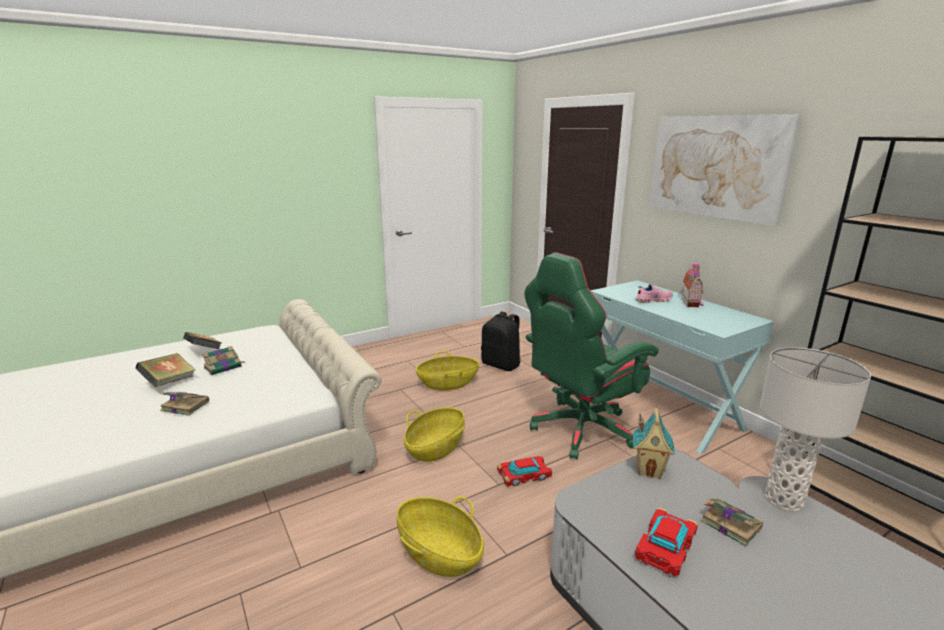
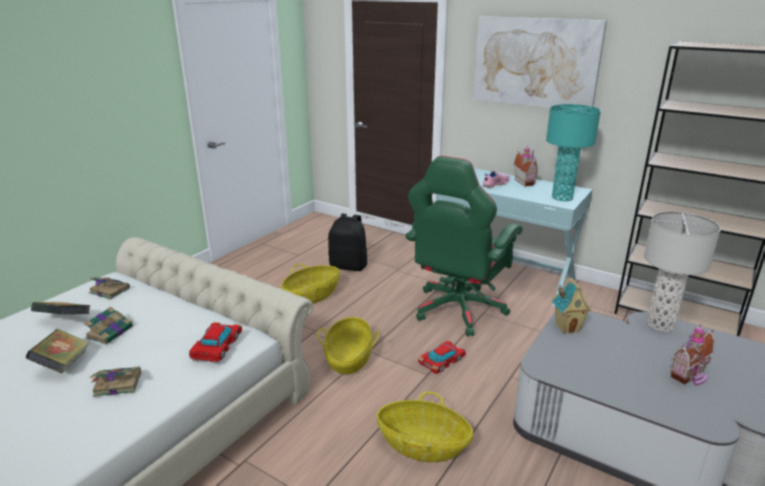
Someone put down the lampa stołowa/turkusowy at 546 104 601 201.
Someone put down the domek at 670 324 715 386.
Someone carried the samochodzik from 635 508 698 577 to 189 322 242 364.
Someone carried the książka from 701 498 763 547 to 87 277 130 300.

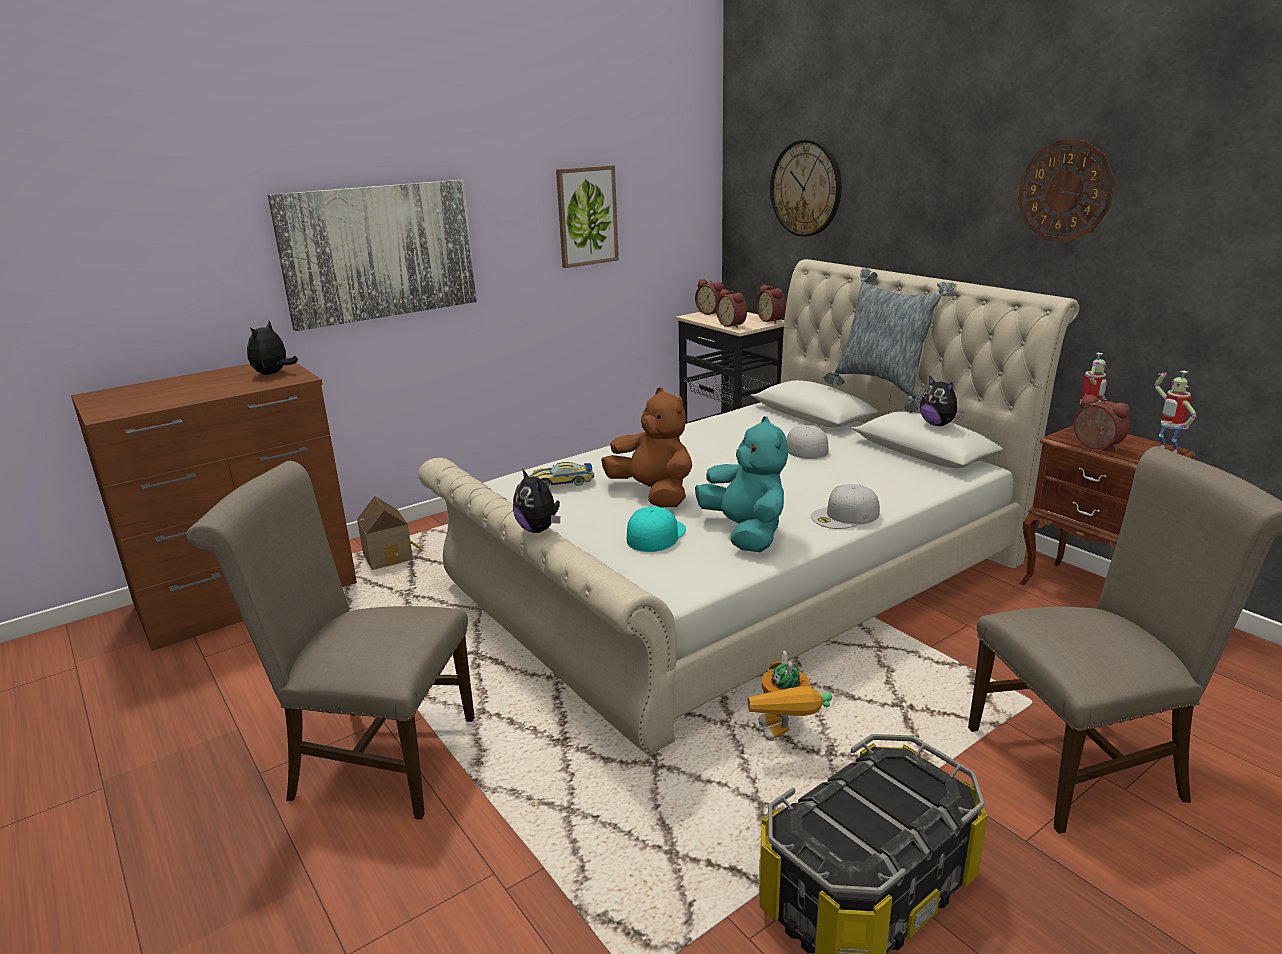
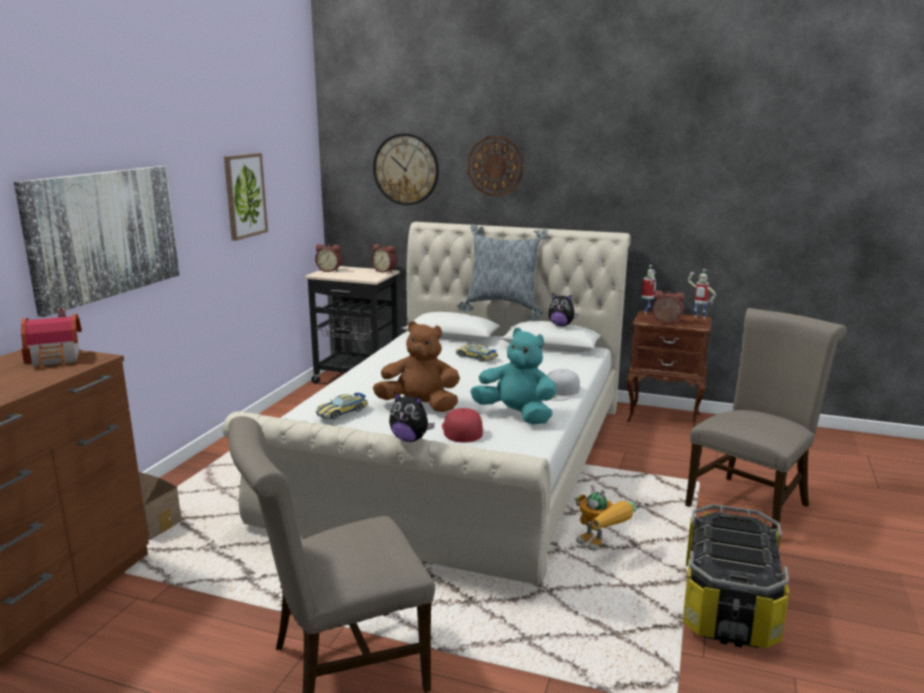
Someone took away the budzik at 716 289 747 328.
Someone carried the zegar ścienny from 1018 140 1115 242 to 467 136 524 196.
Someone swapped the pluszak at 247 321 298 375 for the domek at 21 308 82 369.
Someone swapped the czapka z daszkiem/biały at 786 425 828 459 for the samochodzik at 456 344 498 362.
Someone repainted the czapka z daszkiem/turkusowy at 627 507 686 552, which became the czapka z daszkiem/czerwony at 442 408 483 442.

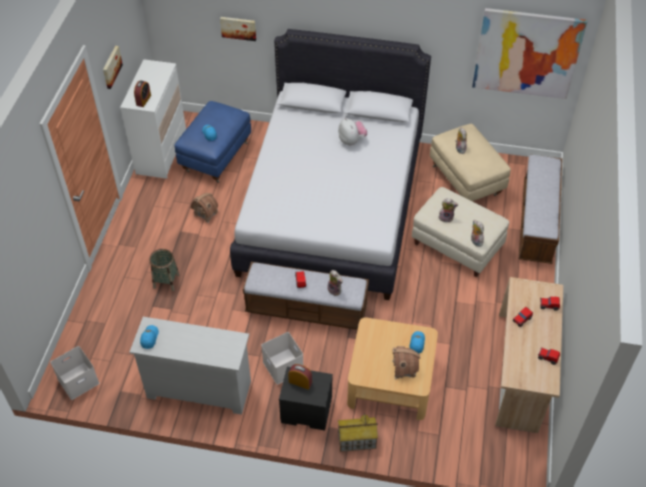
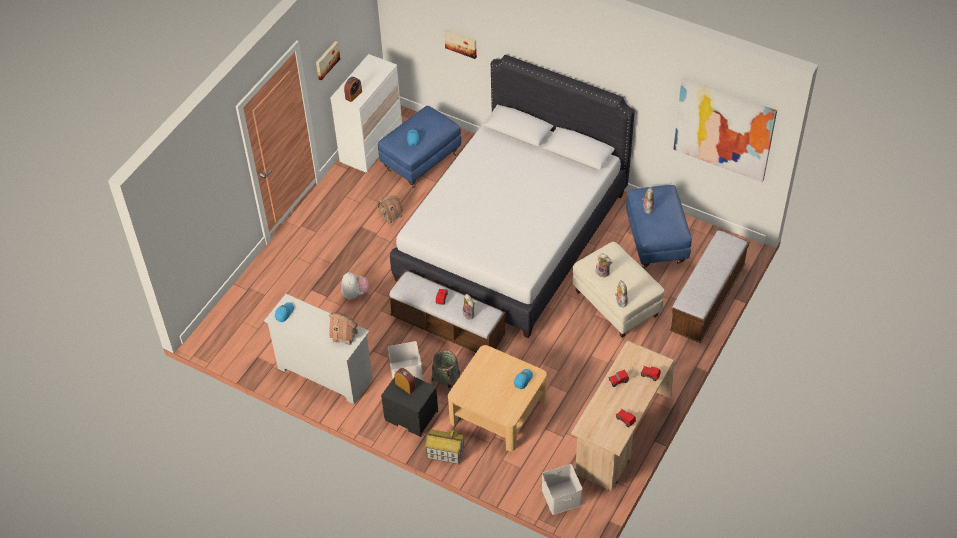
Someone carried the pojemnik do przechowywania/biały from 50 346 99 400 to 542 464 583 515.
Someone carried the koszyk from 149 249 179 291 to 432 350 460 393.
Someone carried the pluszak from 338 118 367 146 to 341 272 369 299.
Someone carried the domek from 392 346 421 379 to 329 311 358 345.
Someone repainted the pufa/beżowy at 430 124 511 201, which became the pufa/niebieski at 626 185 692 268.

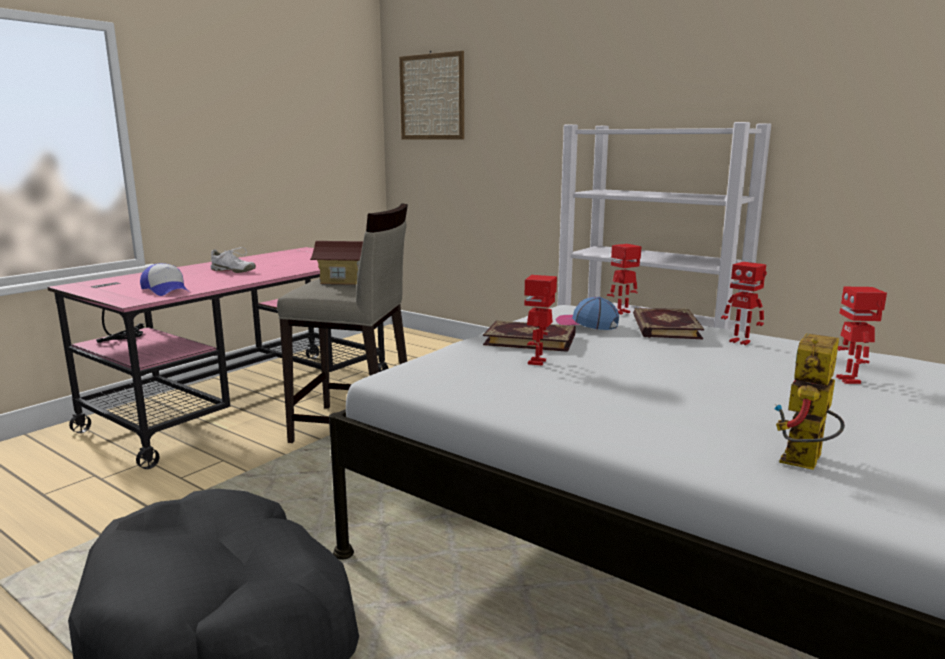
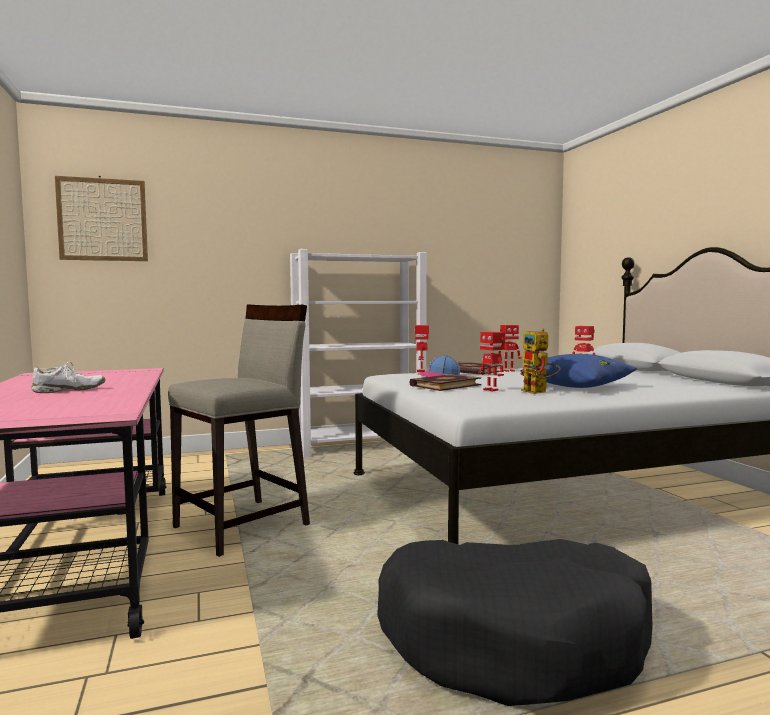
Someone took away the czapka z daszkiem at 140 263 188 296.
Someone took away the domek at 310 241 363 285.
Someone put down the poduszka/niebieski at 521 354 637 388.
Someone carried the robot zabawkowy from 774 333 845 470 to 520 329 561 394.

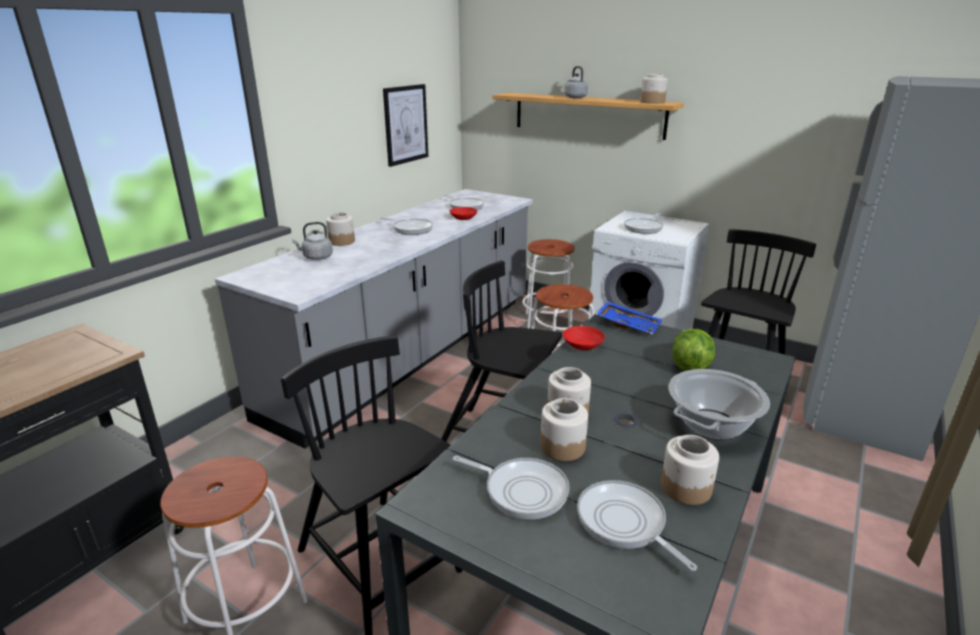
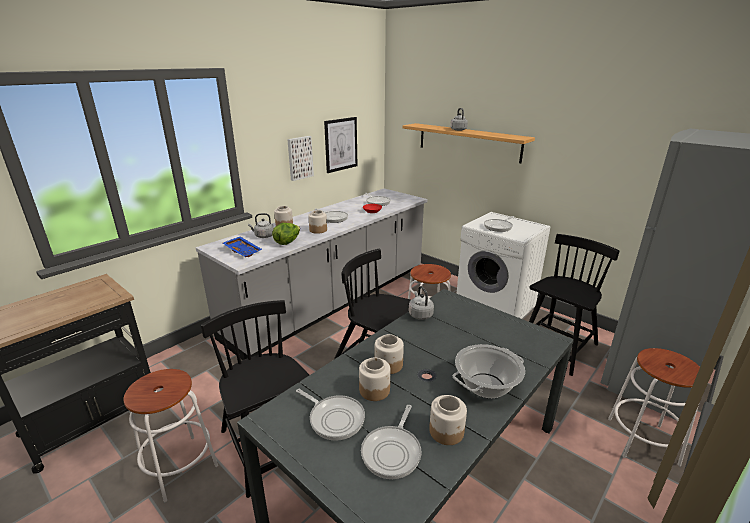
Someone put up the obraz at 287 136 314 181.
Someone carried the stołek/biały from 522 239 574 328 to 608 348 700 466.
Someone carried the taca/niebieski from 596 301 662 334 to 223 236 262 257.
Someone carried the słoik from 641 74 668 104 to 308 210 327 234.
Someone carried the sałata from 673 329 715 371 to 272 223 300 245.
Someone swapped the miska/czerwony at 563 326 605 350 for the czajnik/szary at 408 286 434 320.
Someone rotated the patelnia at 577 480 697 571 by 135 degrees counterclockwise.

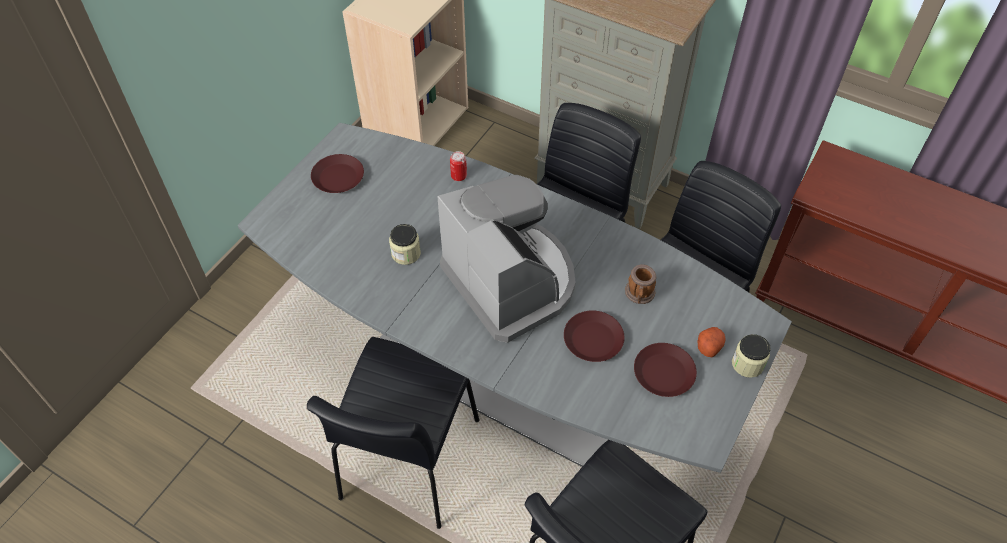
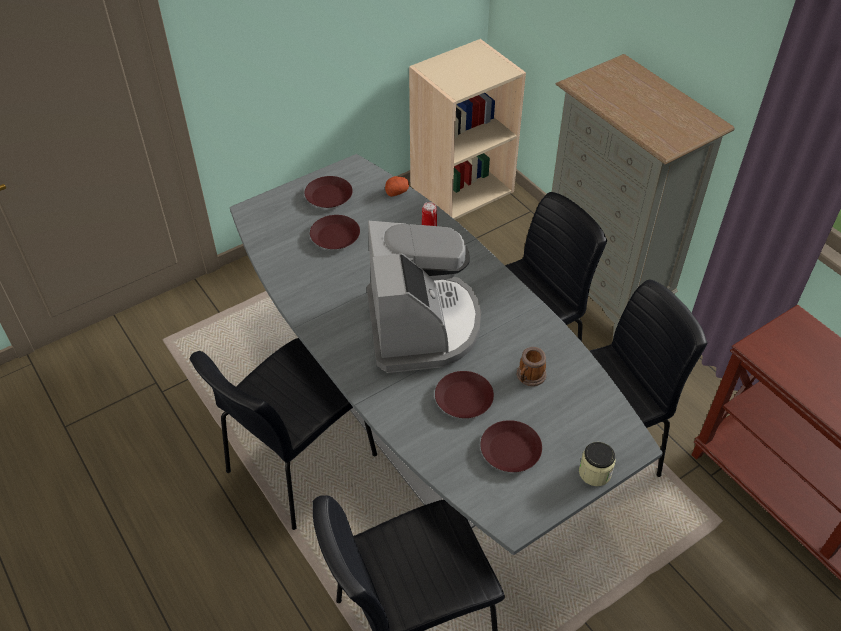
Someone took away the słoik at 389 224 421 265.
Someone put down the talerz/brązowy at 310 215 360 249.
Someone carried the ziemniak from 698 327 726 357 to 385 176 409 197.

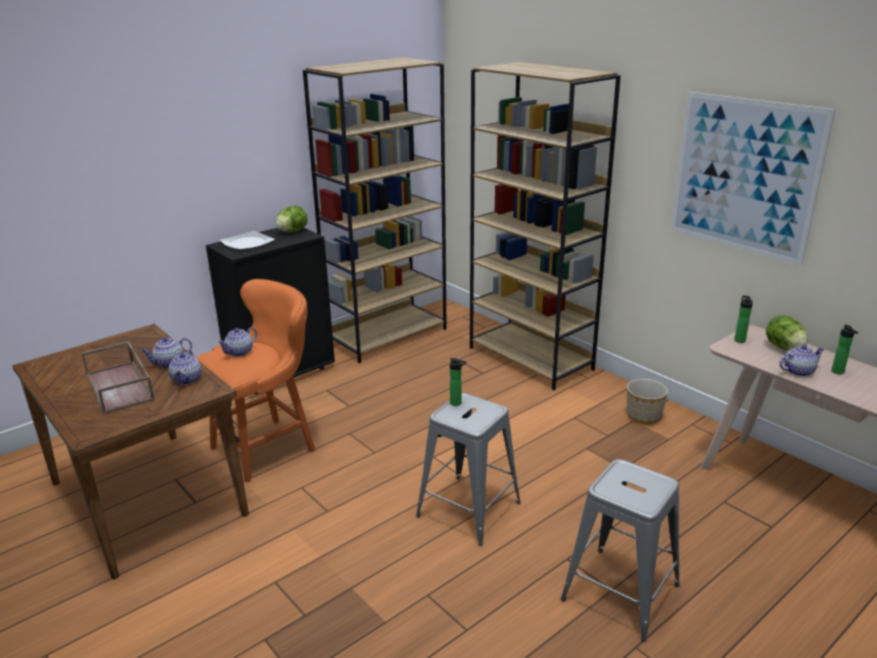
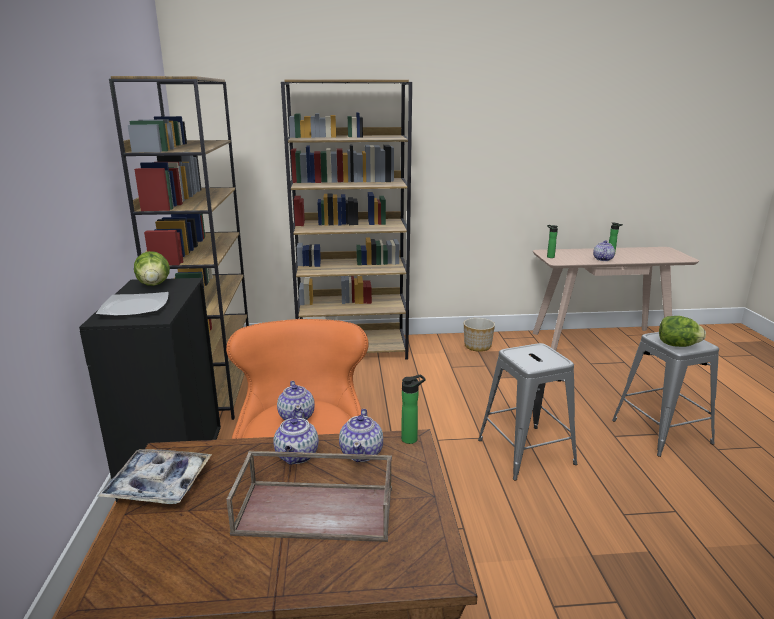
Someone took away the obraz at 671 92 835 266.
Someone put down the taca at 97 449 212 504.
Someone carried the butelka from 450 358 466 406 to 401 374 426 444.
Someone carried the sałata from 766 315 808 350 to 659 316 706 347.
Someone rotated the imbryk at 168 349 201 385 by 60 degrees clockwise.

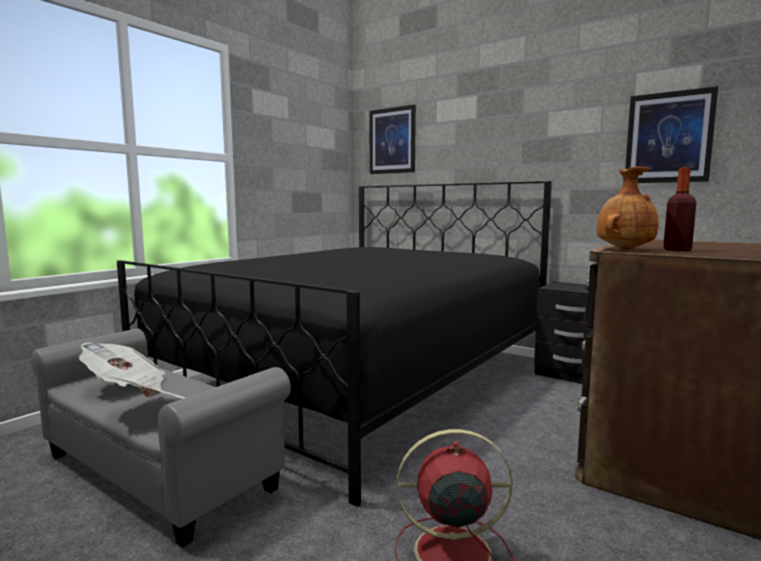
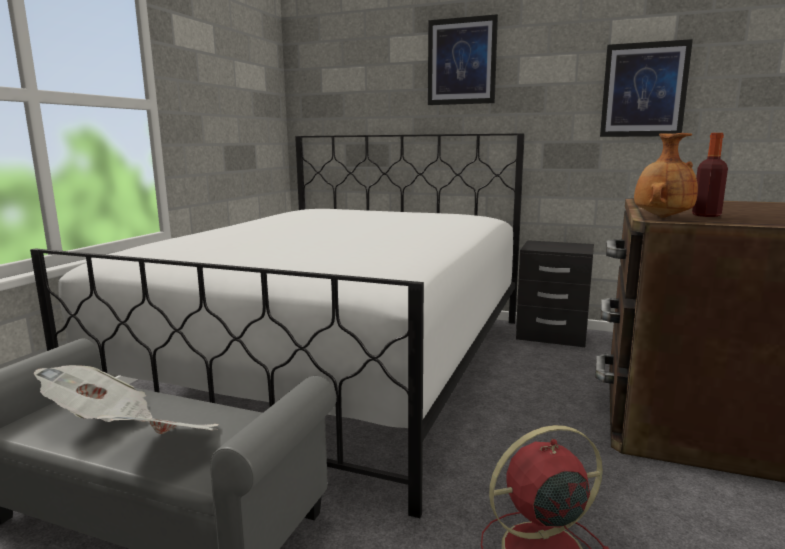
Someone carried the obraz from 370 105 416 174 to 428 14 498 105.
Someone repainted the łóżko/czarny at 117 181 552 507, which became the łóżko/biały at 30 133 525 518.

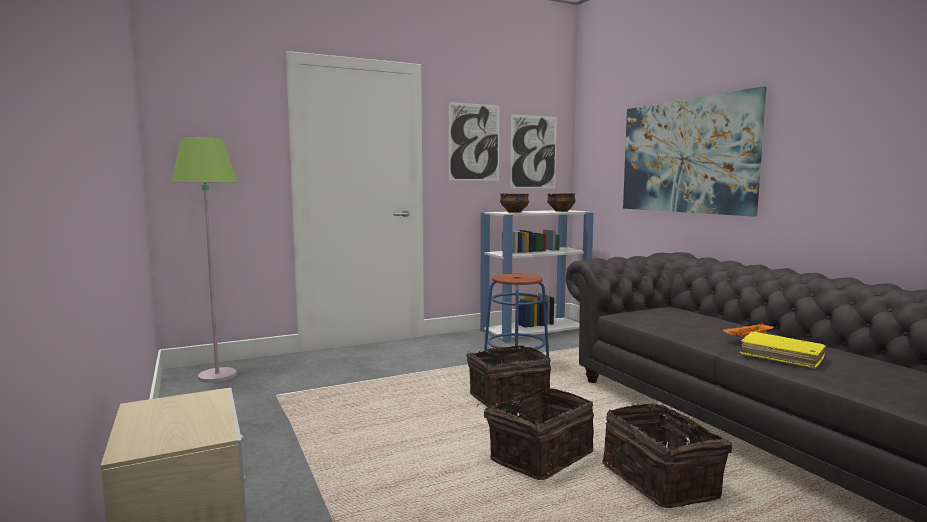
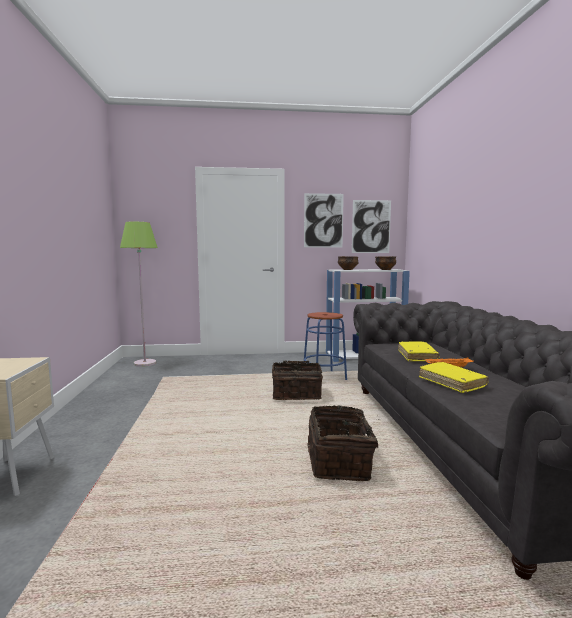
Someone took away the koszyk at 478 388 594 480.
Someone took away the obraz at 623 86 767 216.
Someone put down the książka/żółty at 398 341 439 361.

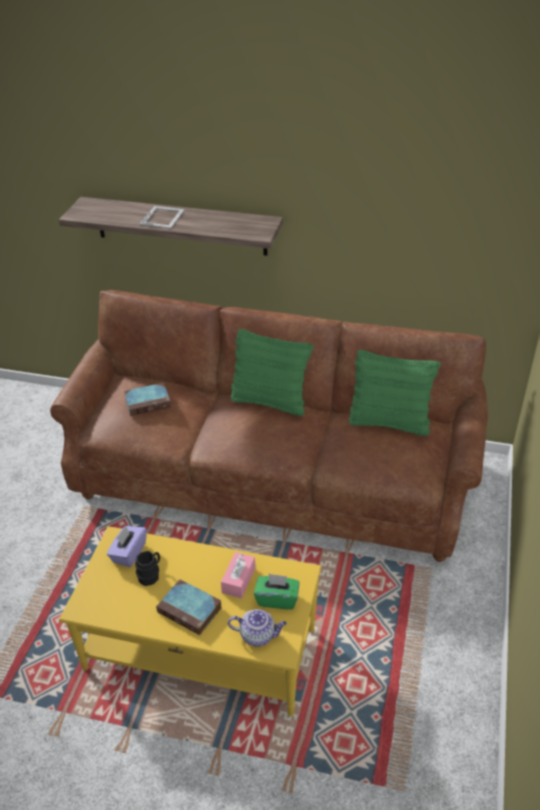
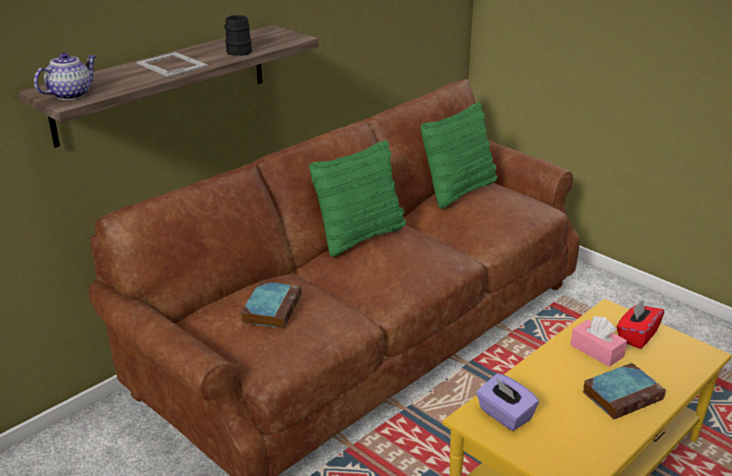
Someone carried the kubek/czarny from 135 551 160 586 to 224 15 252 56.
Someone carried the imbryk from 228 609 287 646 to 34 53 96 100.
Someone repainted the pudełko chusteczek/zielony at 254 574 300 610, which became the pudełko chusteczek/czerwony at 617 300 664 349.

